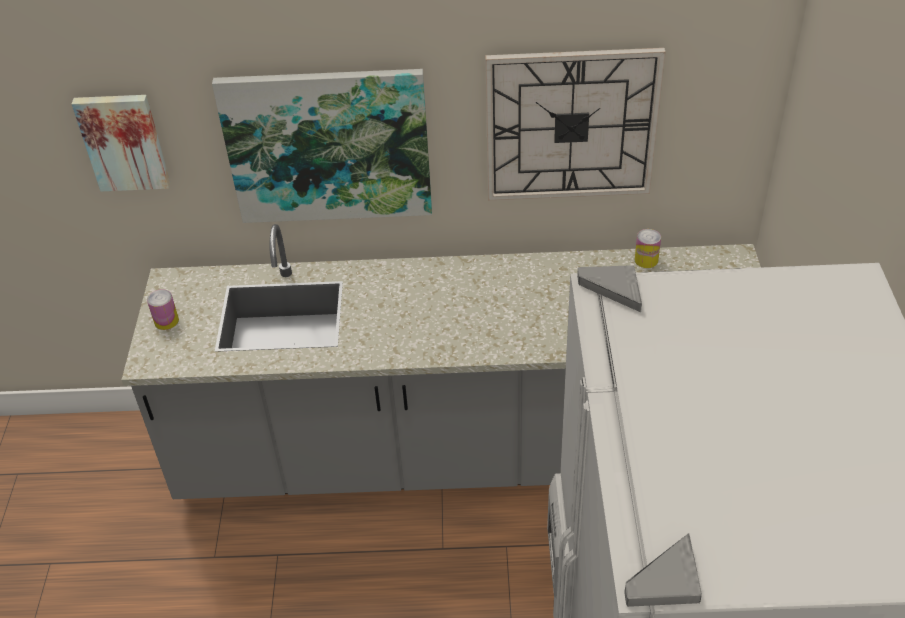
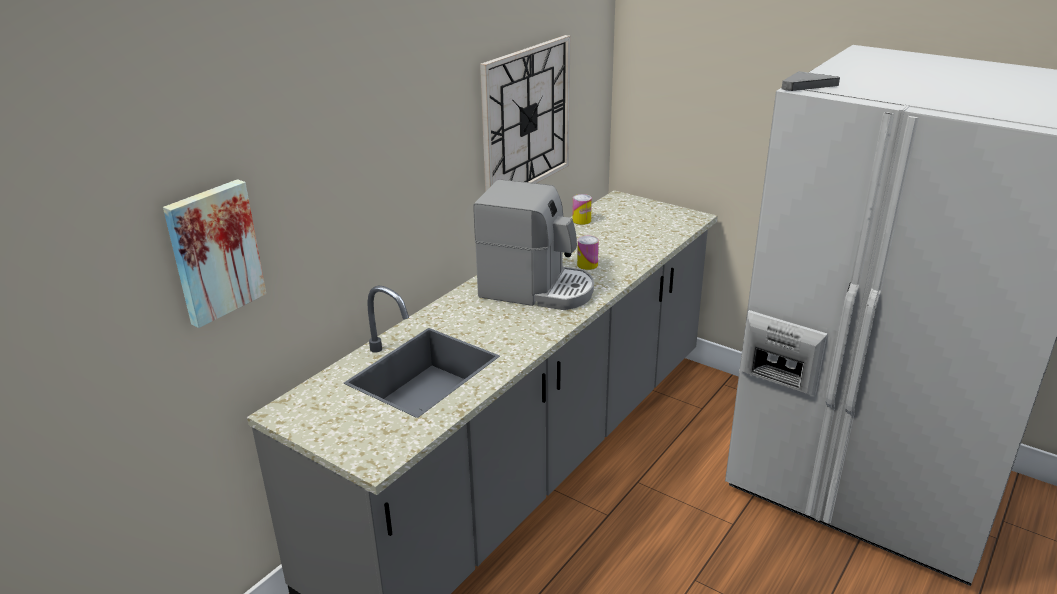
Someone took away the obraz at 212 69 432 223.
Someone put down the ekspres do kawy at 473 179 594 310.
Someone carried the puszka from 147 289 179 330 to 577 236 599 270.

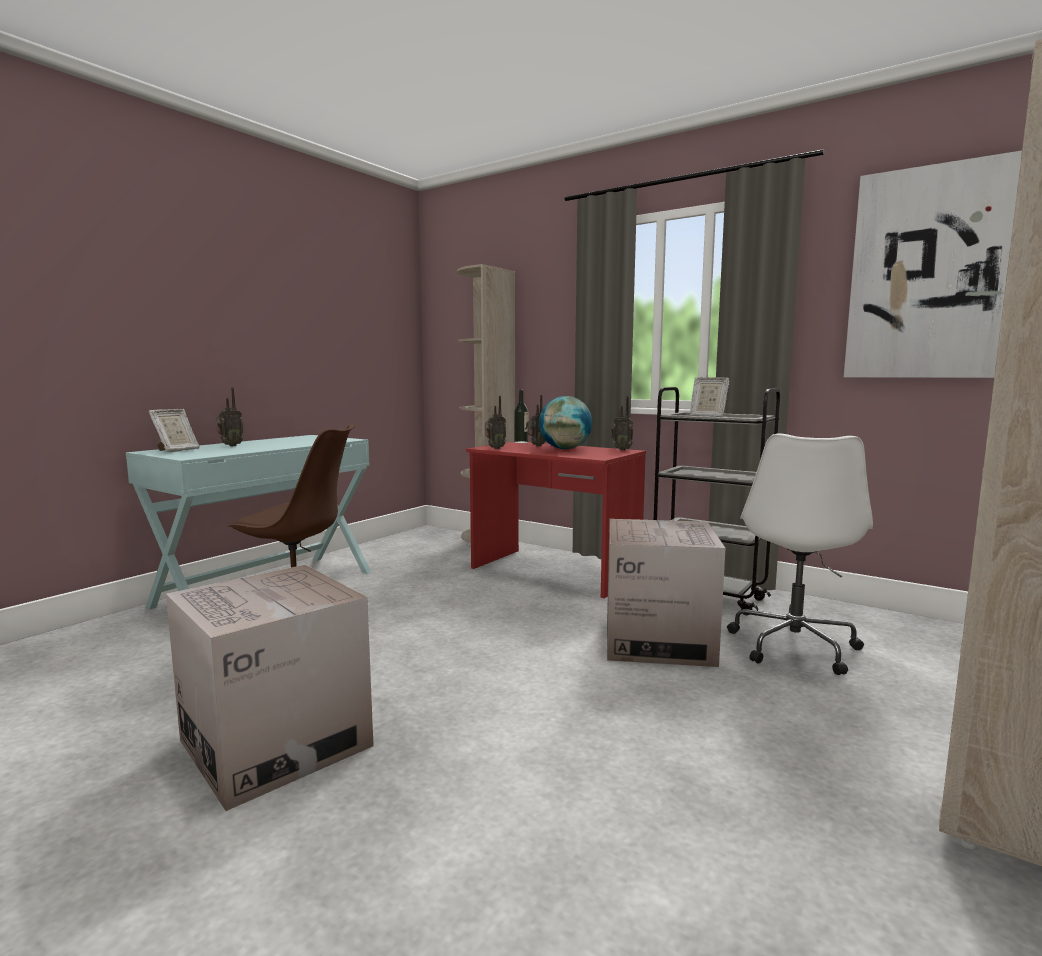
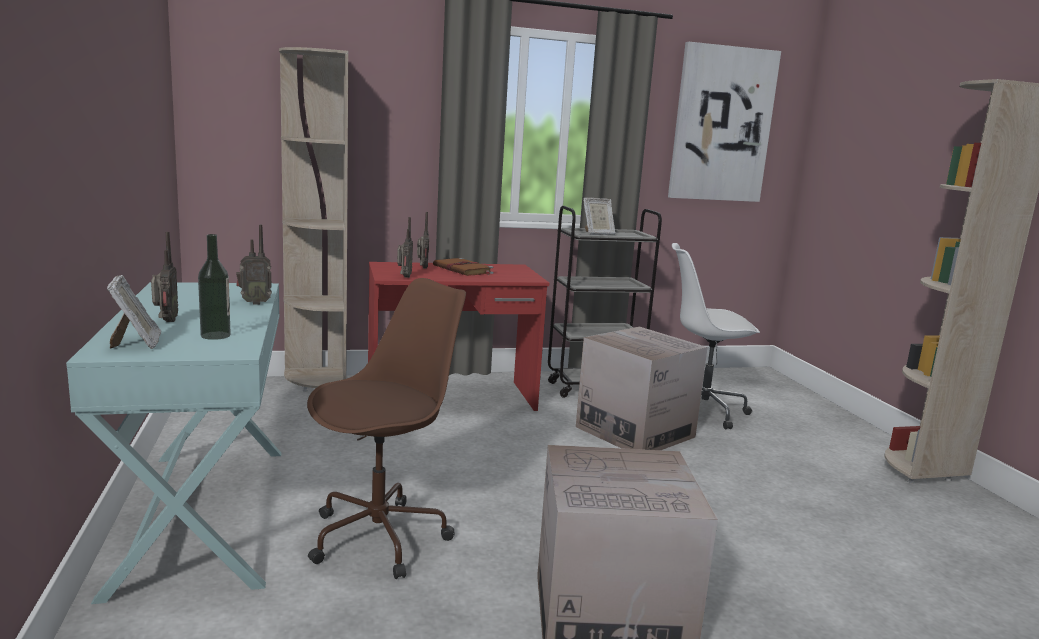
Someone carried the butelka from 514 390 528 443 to 198 234 231 340.
Someone carried the radio from 611 396 633 450 to 236 225 272 305.
Someone swapped the globus at 539 396 592 449 for the książka/brązowy at 433 258 493 276.
Someone rotated the krzesło biurowe/biały at 727 434 873 675 by 120 degrees clockwise.

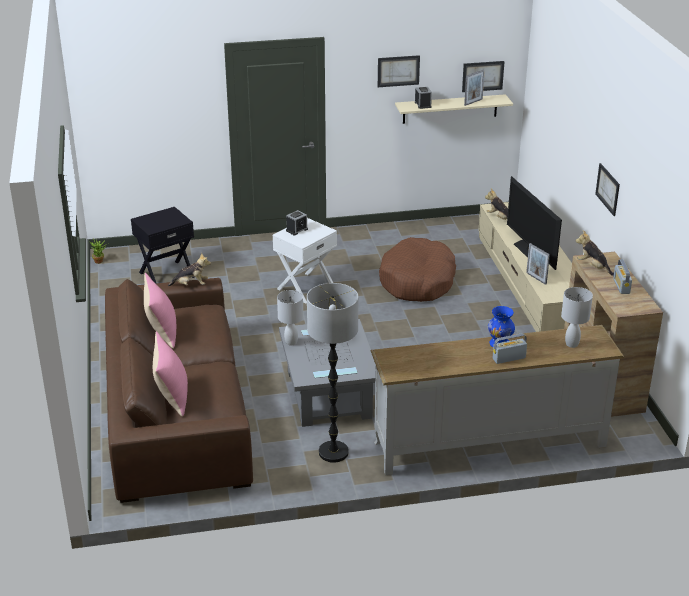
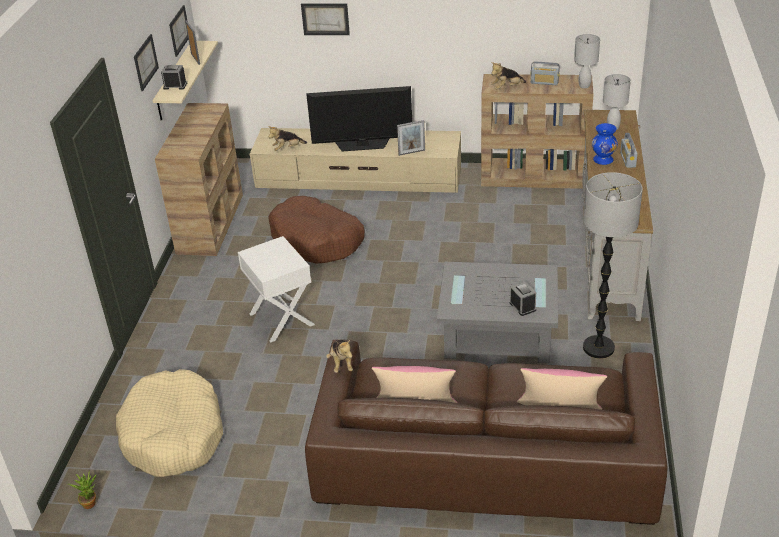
Someone put down the regał/brązowy at 155 103 243 256.
Someone carried the lampa stołowa/biały from 277 290 303 345 to 574 34 600 88.
Someone carried the budzik from 286 210 308 235 to 510 282 536 316.
Someone carried the obraz from 595 163 620 216 to 301 3 350 35.
Someone swapped the stolik/czarny at 131 207 195 283 for the legowisko/beżowy at 116 369 223 477.
Someone rotated the pluszak at 168 253 211 286 by 150 degrees clockwise.

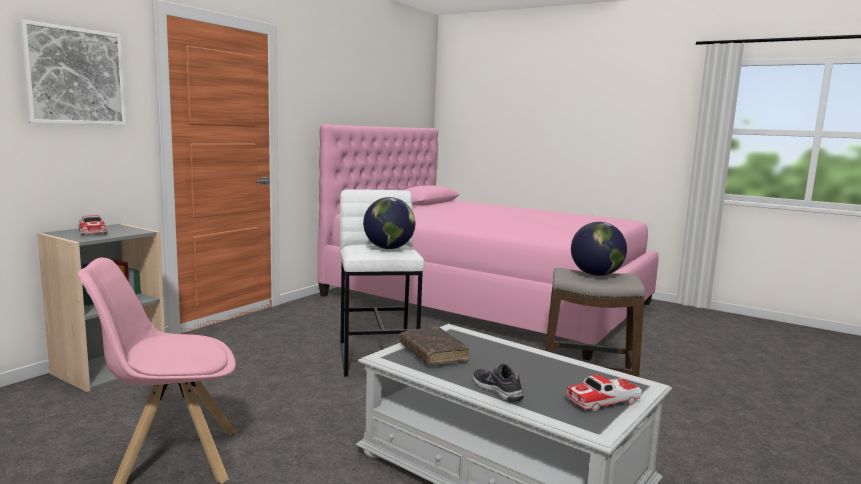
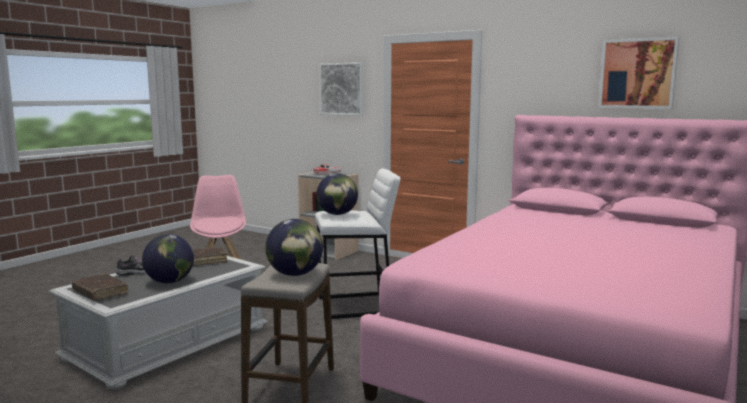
Someone put down the globus at 142 234 194 283.
Someone put up the obraz at 598 36 679 109.
Someone swapped the samochodzik at 566 375 642 412 for the książka/brązowy at 72 273 129 301.

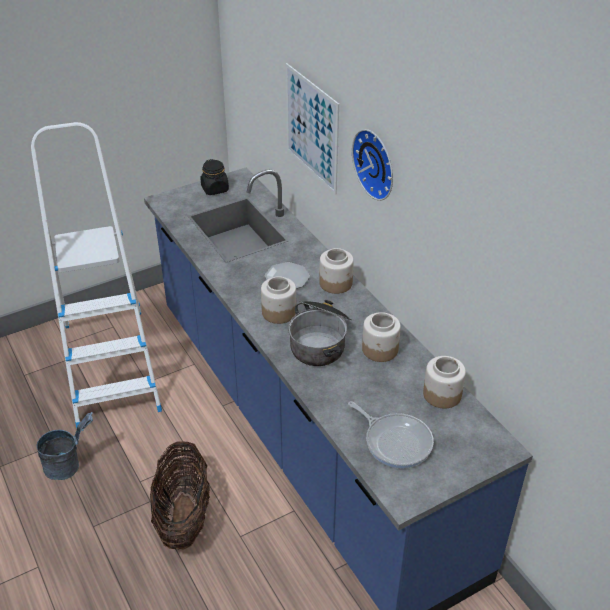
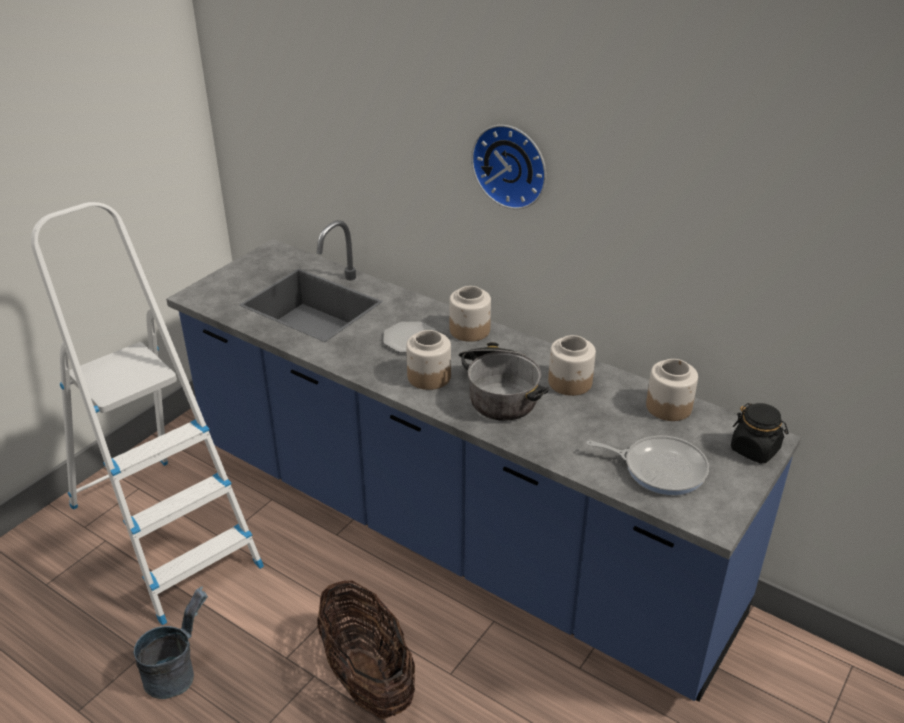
Someone took away the obraz at 286 63 339 195.
Someone carried the słoik/czarny from 200 159 229 195 to 731 403 789 463.

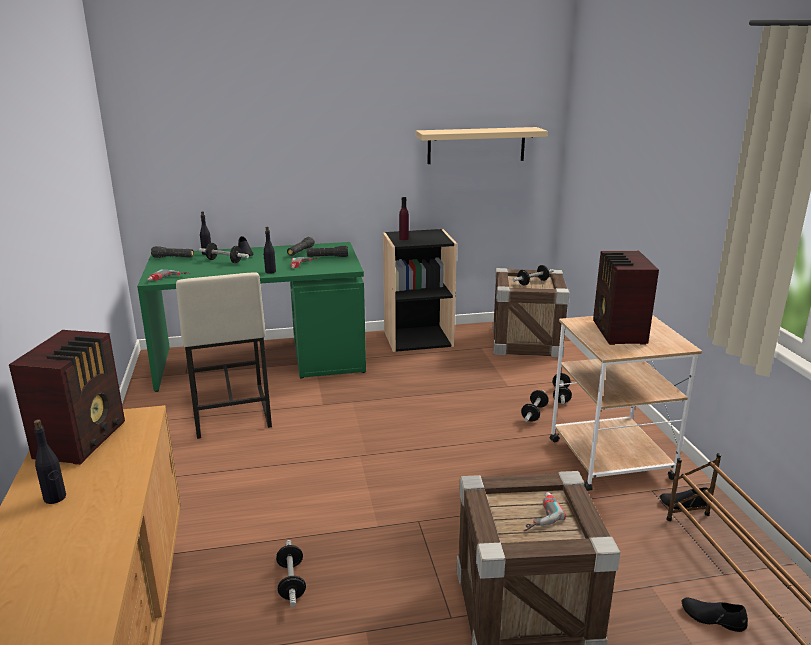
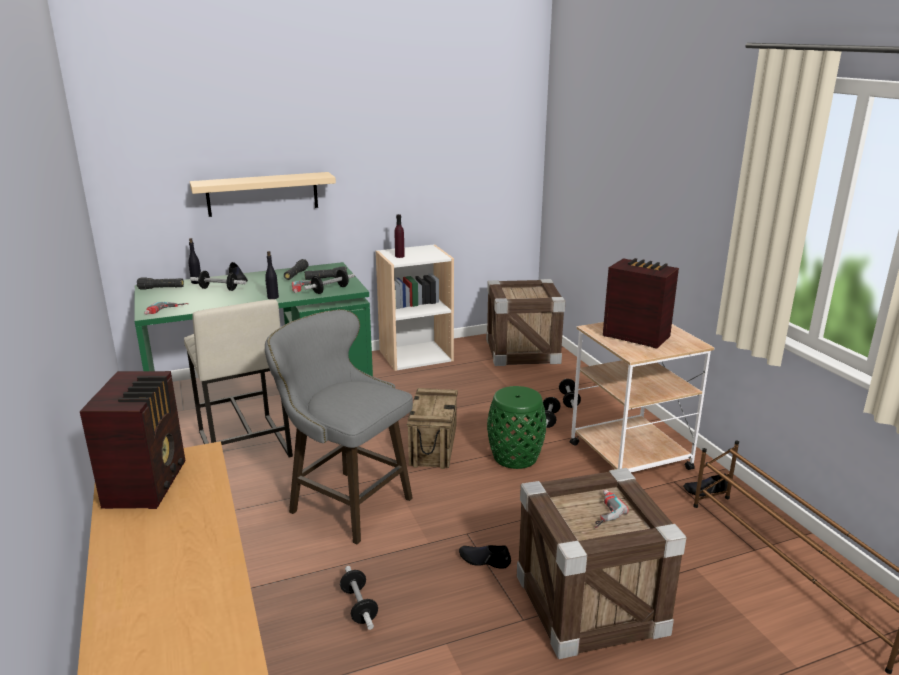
Someone took away the butelka/czarny at 34 419 66 504.
Someone put down the stołek/szary at 265 309 413 544.
Someone put down the skrzynka at 407 388 458 469.
Someone put down the stołek/zielony at 487 386 546 469.
Someone carried the półka/beżowy from 416 127 548 164 to 190 172 336 217.
Someone carried the hantel from 513 265 554 286 to 304 270 355 294.
Someone carried the but/czarny from 682 597 748 632 to 459 545 511 568.
Someone repainted the regał/czarny at 383 229 457 352, which became the regał/biały at 376 244 454 371.
Someone rotated the radio at 593 251 659 345 by 135 degrees clockwise.

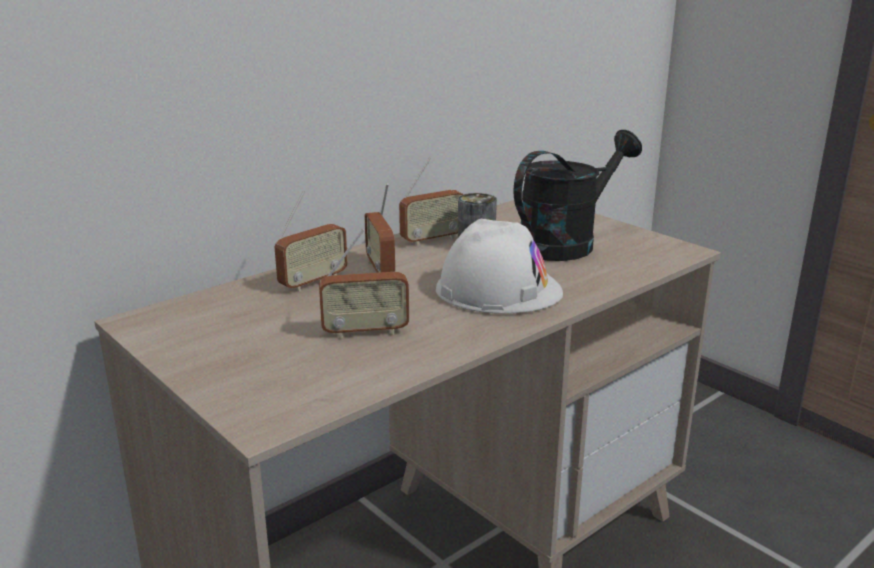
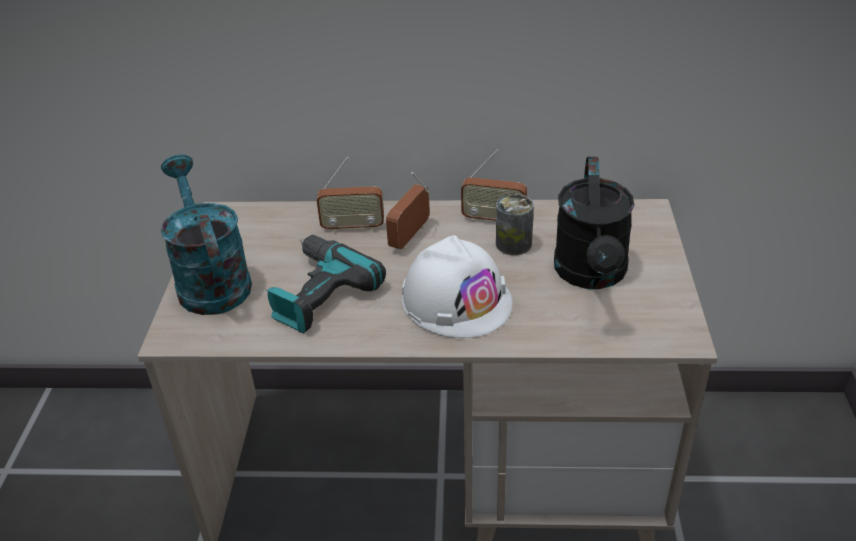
Someone put down the konewka/turkusowy at 161 154 252 315.
Someone swapped the radio at 319 229 409 339 for the wiertarka at 266 235 386 333.
Someone rotated the konewka/czarny at 514 130 642 261 by 90 degrees clockwise.

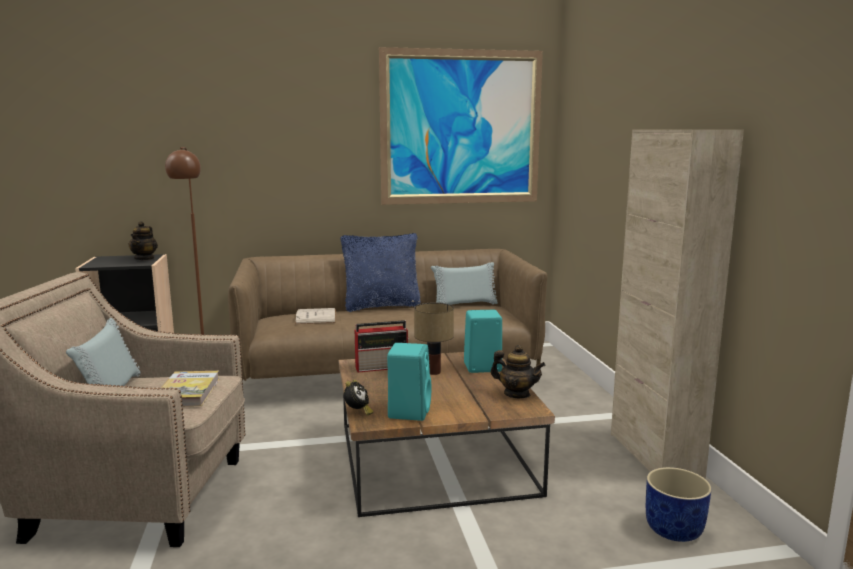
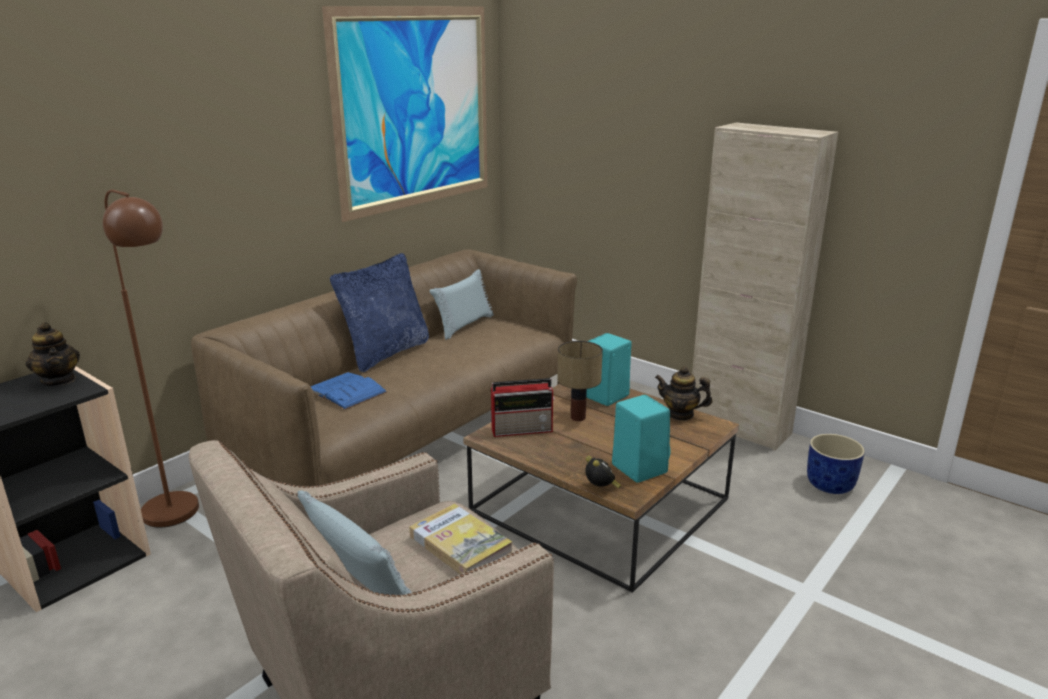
Someone repainted the książka/biały at 295 308 336 324, which became the książka/niebieski at 310 372 387 410.
Someone rotated the radio at 355 320 409 373 by 45 degrees clockwise.
Someone rotated the imbryk at 491 345 546 398 by 150 degrees counterclockwise.

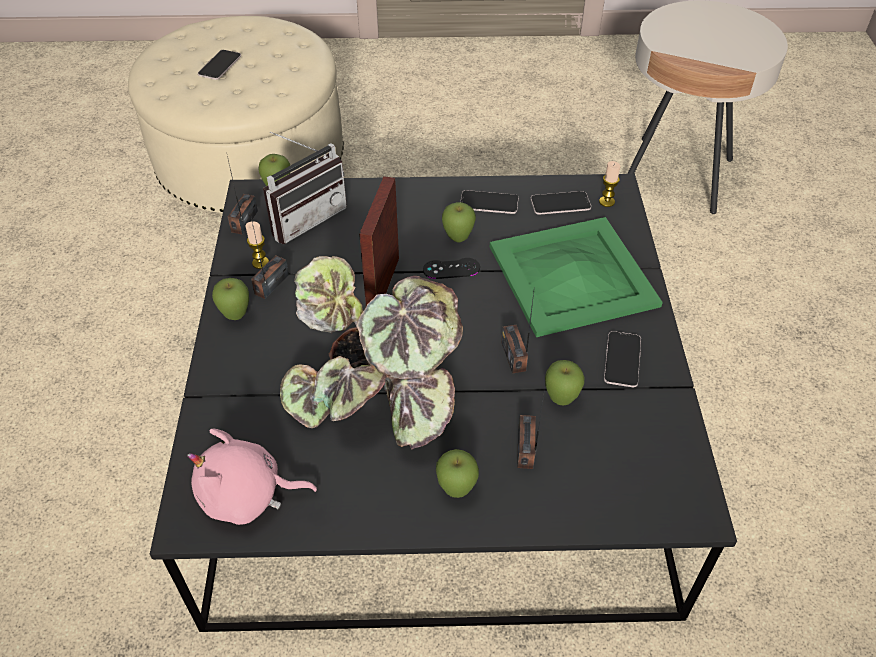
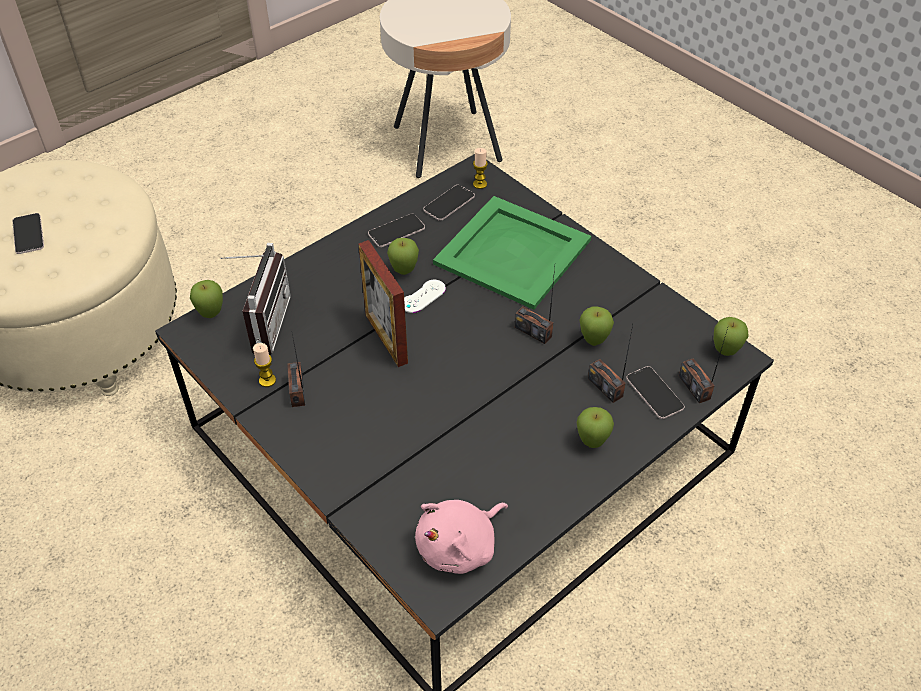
Someone took away the roślina doniczkowa at 280 256 463 450.
Someone carried the jabłko from 212 278 249 320 to 714 317 749 356.
Someone carried the radio from 226 151 258 235 to 679 328 728 403.
Someone carried the telefon from 604 331 641 387 to 626 366 685 419.
Someone repainted the pad do gier/czarny at 423 258 480 279, which became the pad do gier/biały at 404 280 446 313.

